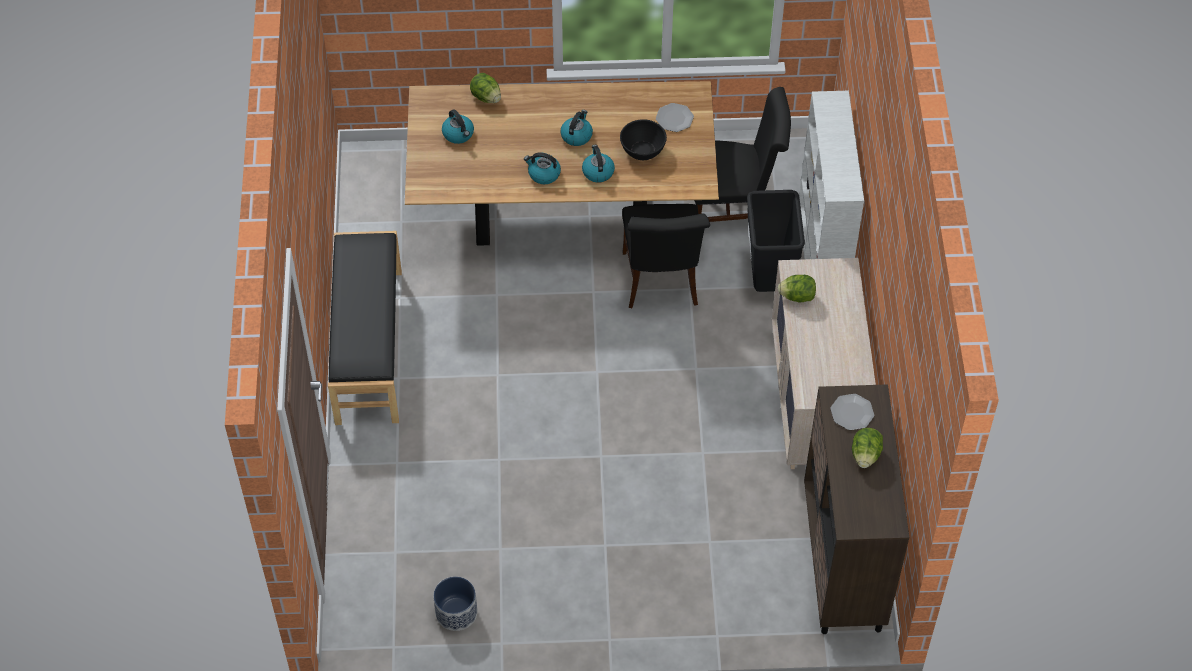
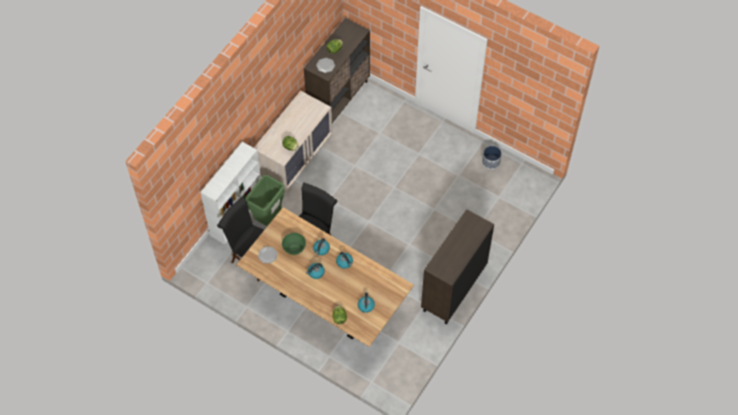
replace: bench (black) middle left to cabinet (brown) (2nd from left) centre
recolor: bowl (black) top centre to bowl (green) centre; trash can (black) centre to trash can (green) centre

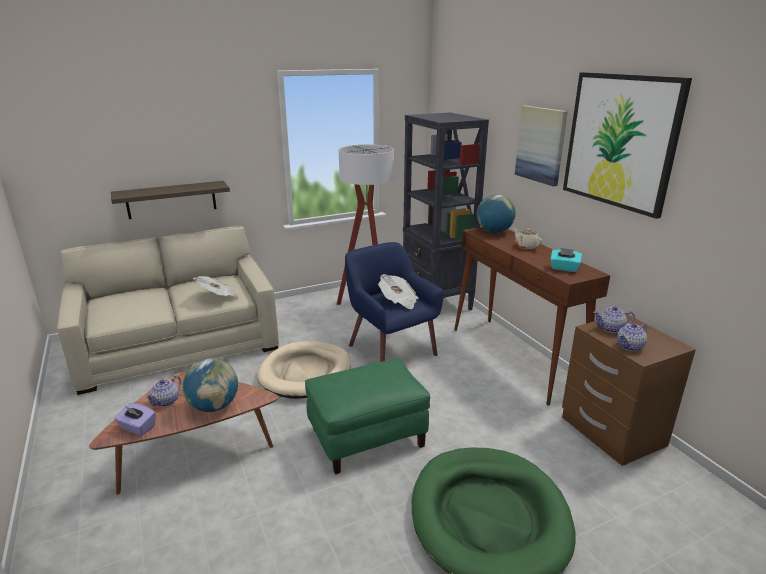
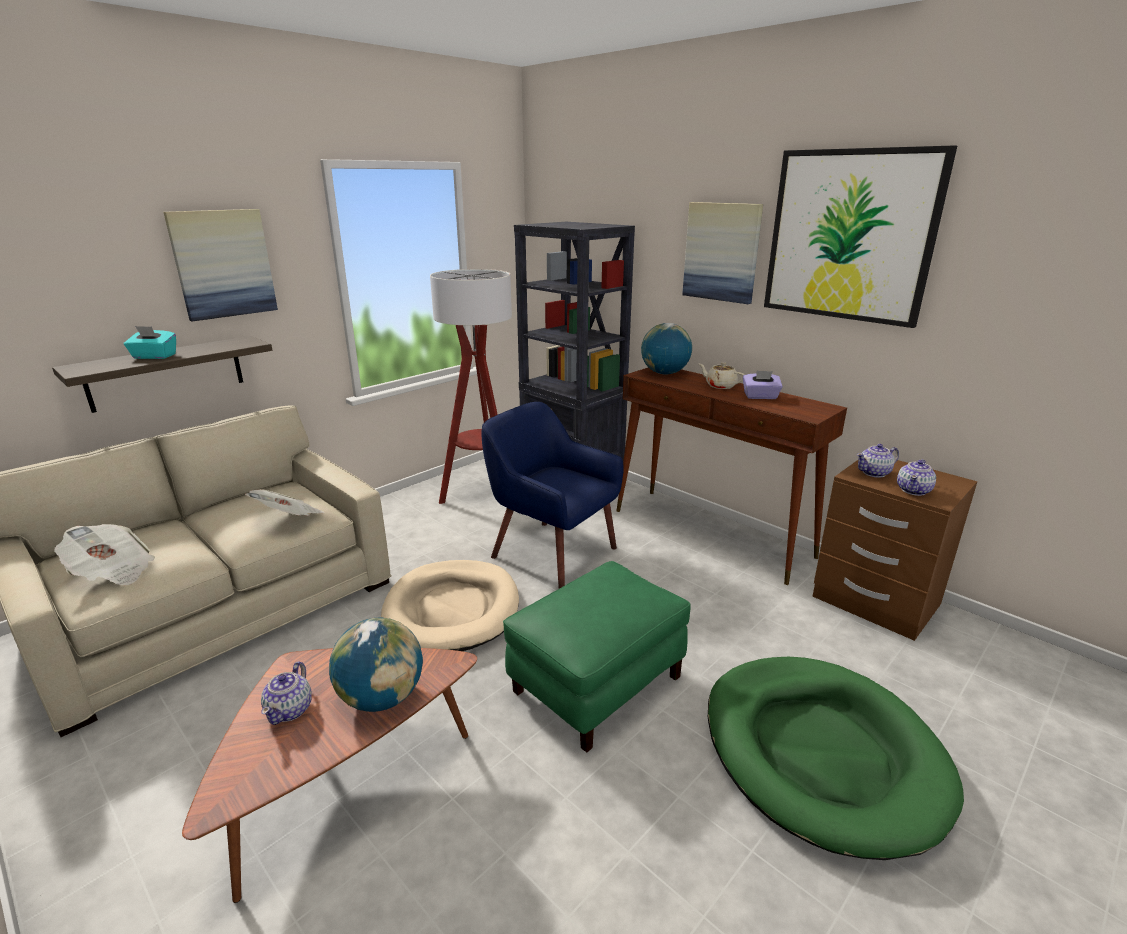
insert: picture (1st from left) top left
move: tissue box (turquoise) middle right to middle left; newspaper (2nd from left in the first image) centre to newspaper (1st from left) middle left; tissue box (purple) bottom left to middle right

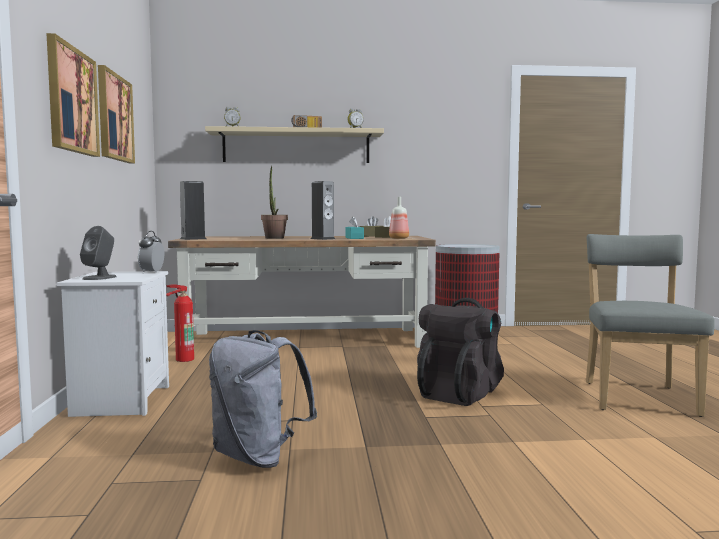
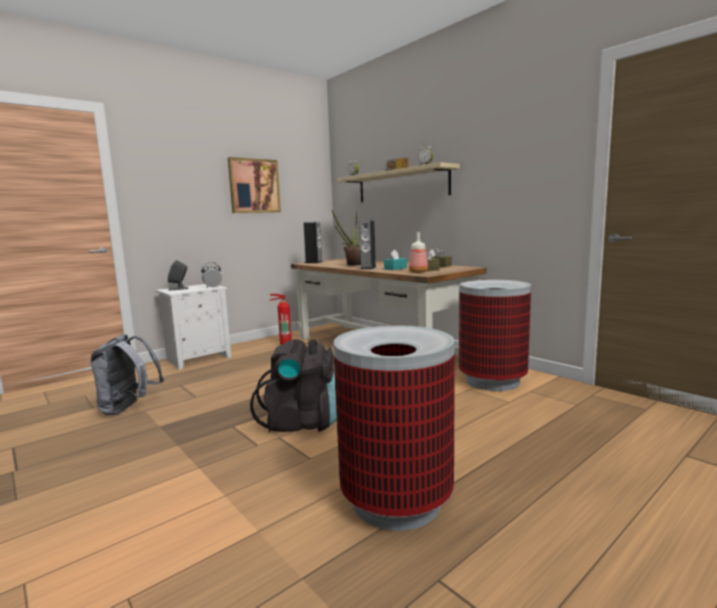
delete: picture (1st from left) top left
replace: chair (grey) middle right to trash can (1st from left) bottom centre

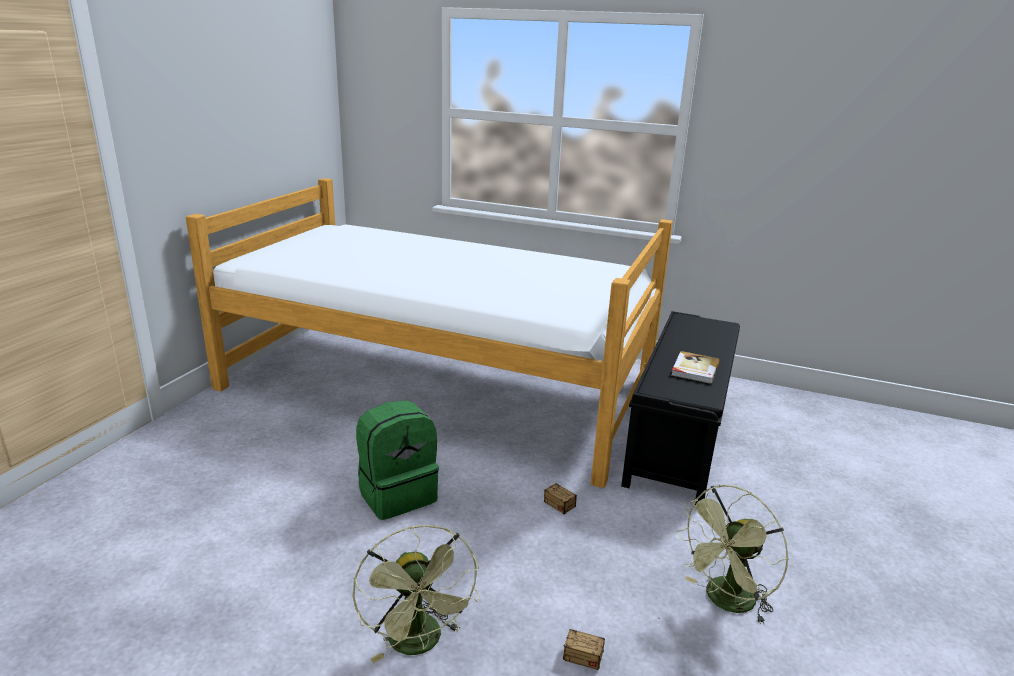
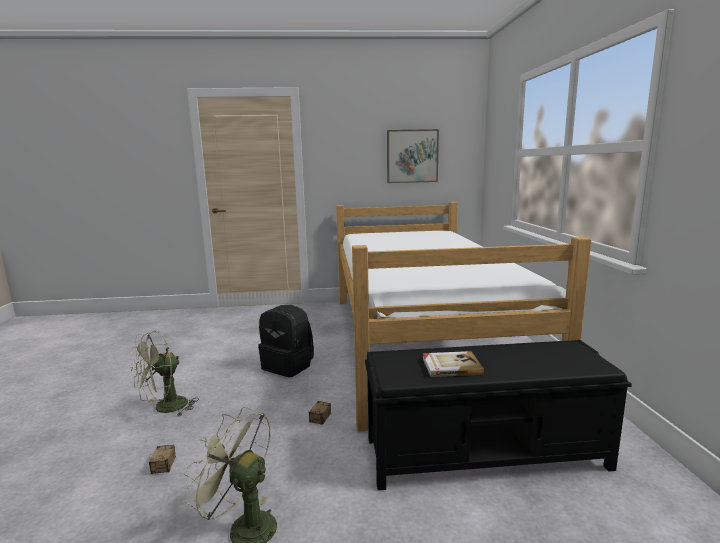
insert: picture top centre
recolor: backpack (green) bottom centre to backpack (black) centre

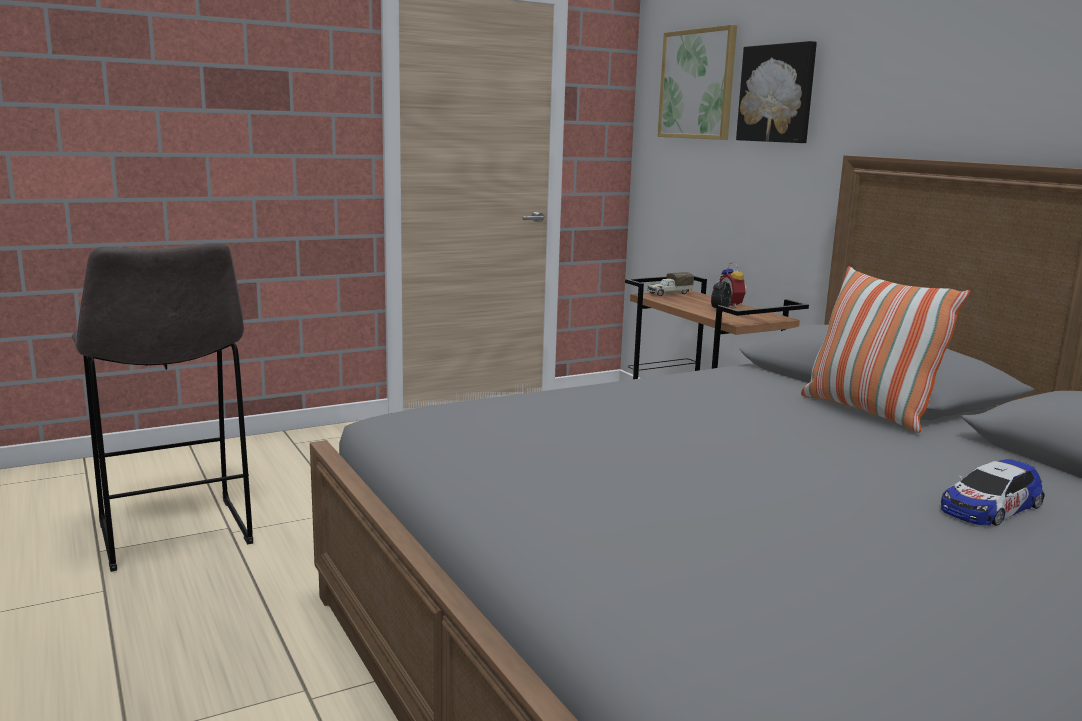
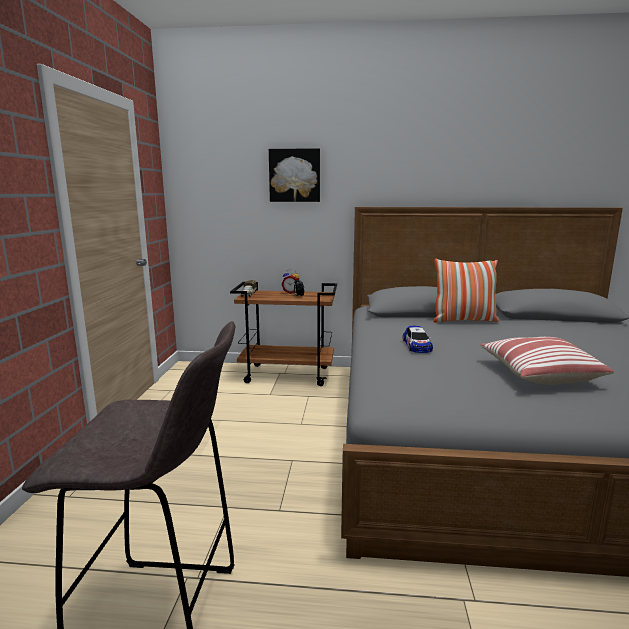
delete: picture (1st from left) top centre
insert: pillow (2nd from left) middle right
move: toy car bottom right to centre

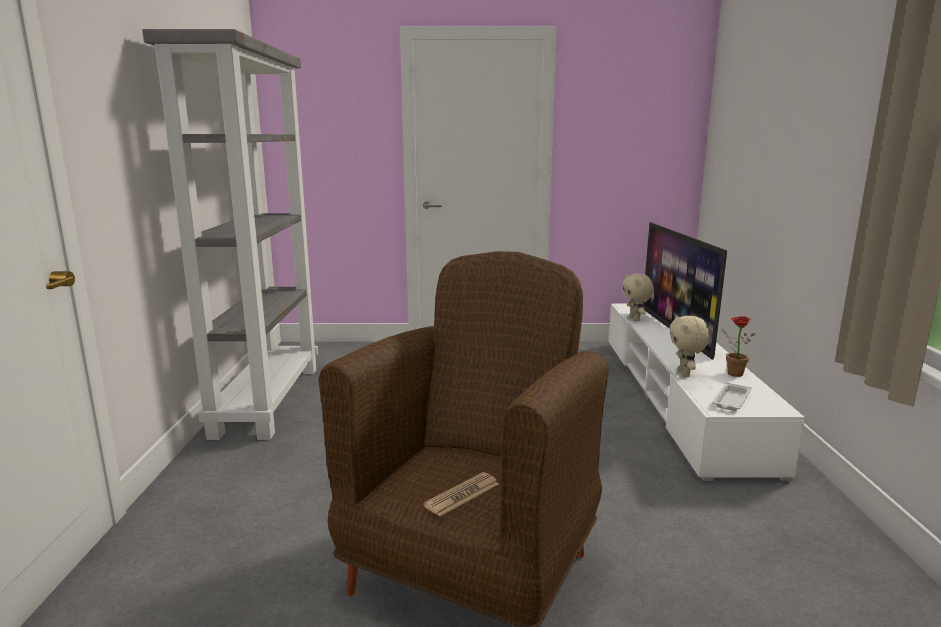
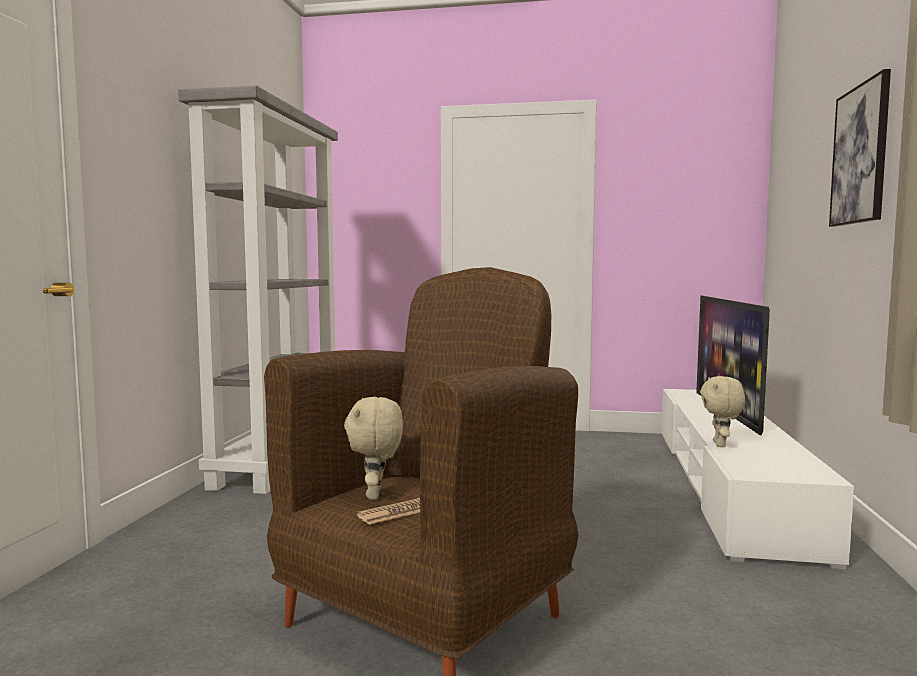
delete: potted plant middle right; tray (white) middle right
insert: picture top right
move: plush toy (beige) (1st from left) middle right to centre

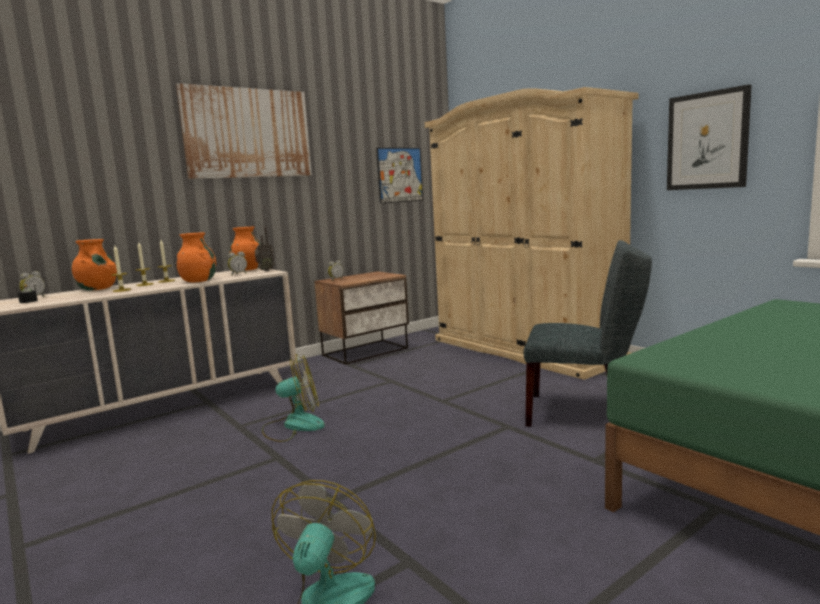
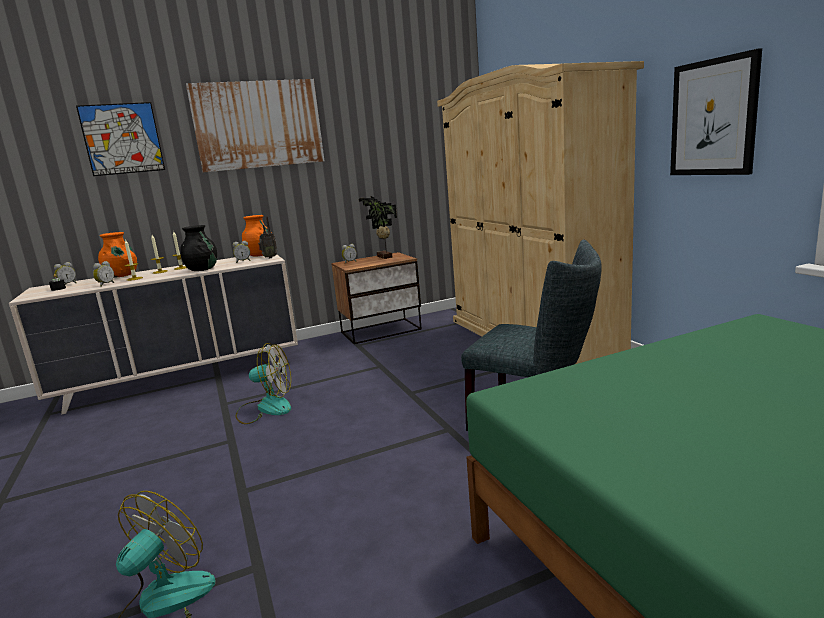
insert: potted plant centre; alarm clock (2nd from left) middle left
move: picture (2nd from left in the first image) top centre to picture (1st from left) top left
recolor: vase (orange) (2nd from left) middle left to vase (black) middle left

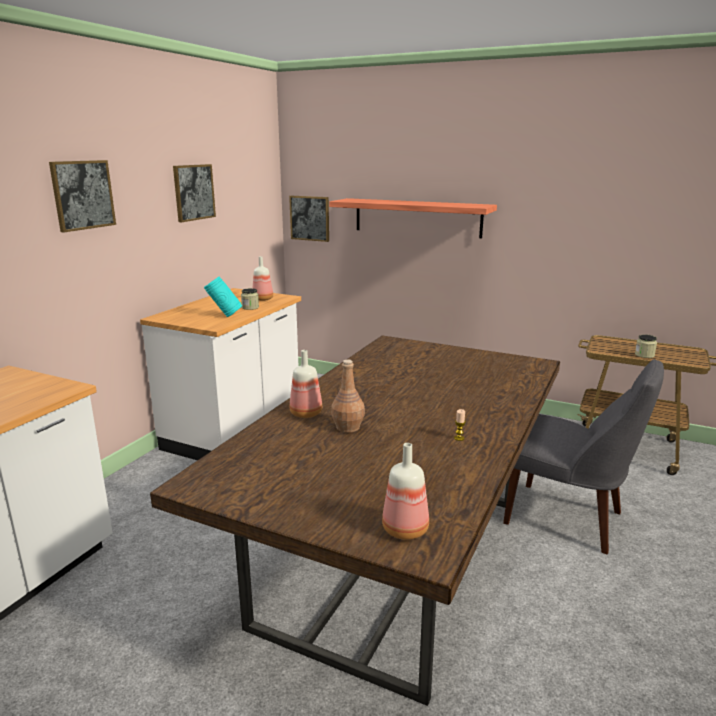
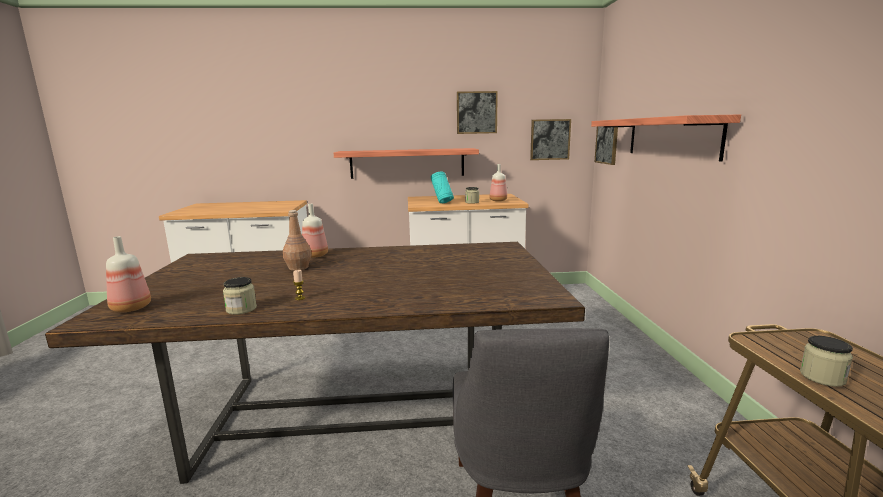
insert: shelf (1st from left) top centre; jar (1st from left) middle left
move: picture (1st from left in the first image) top left to picture (2nd from left) top centre

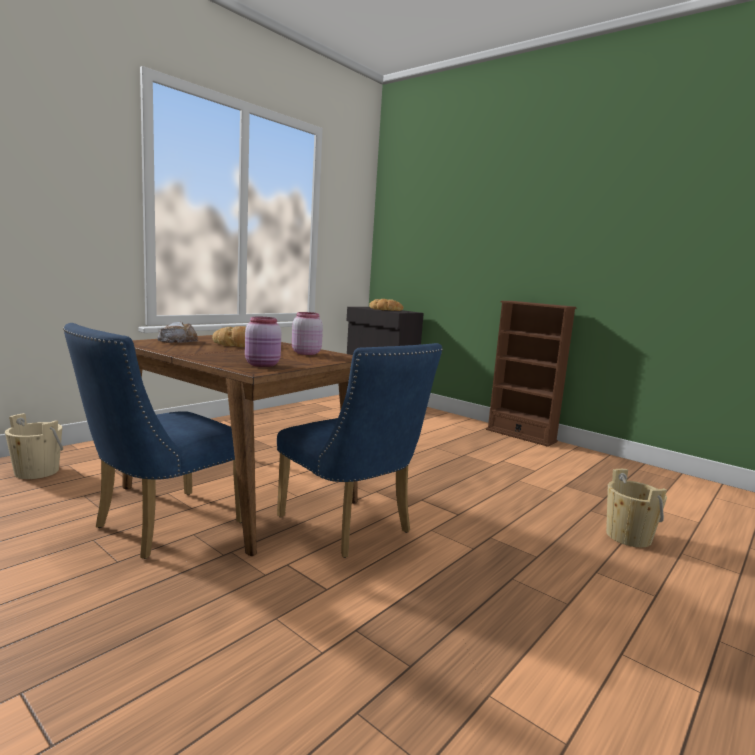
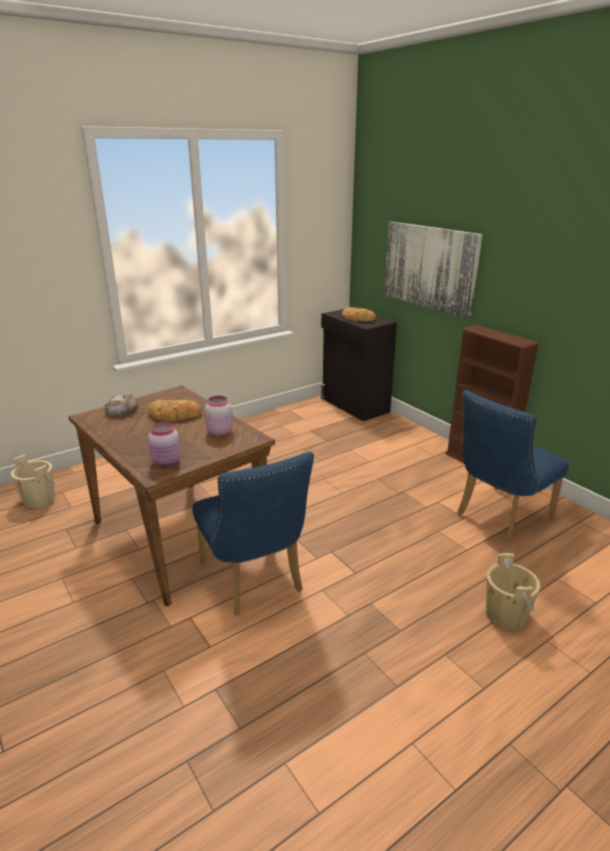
insert: picture top right
move: chair (blue) (1st from left in the first image) middle left to chair (blue) (2nd from left) middle right

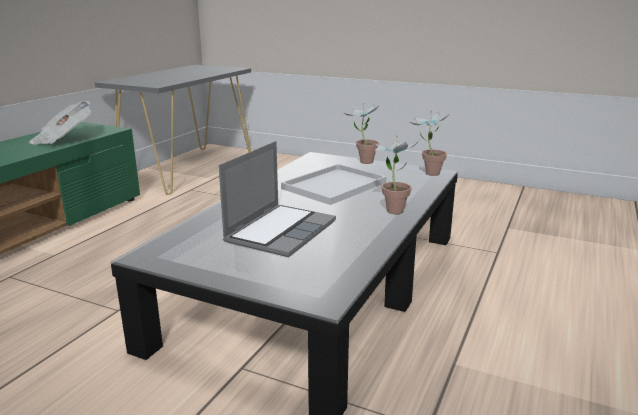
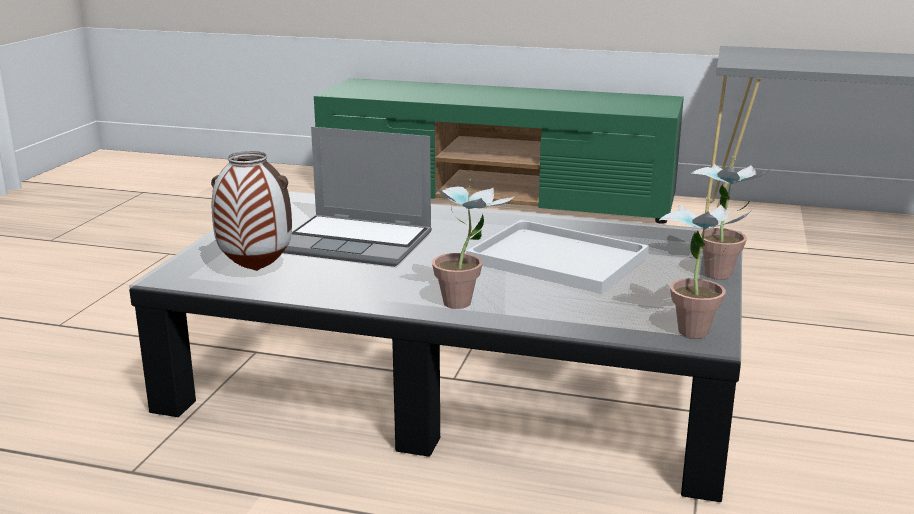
delete: newspaper top left
insert: vase middle left

